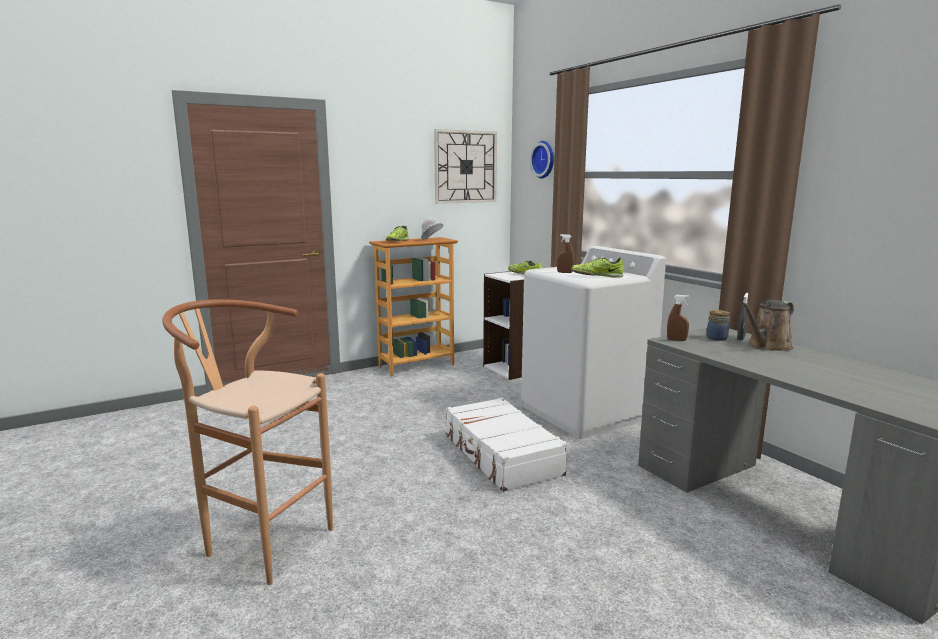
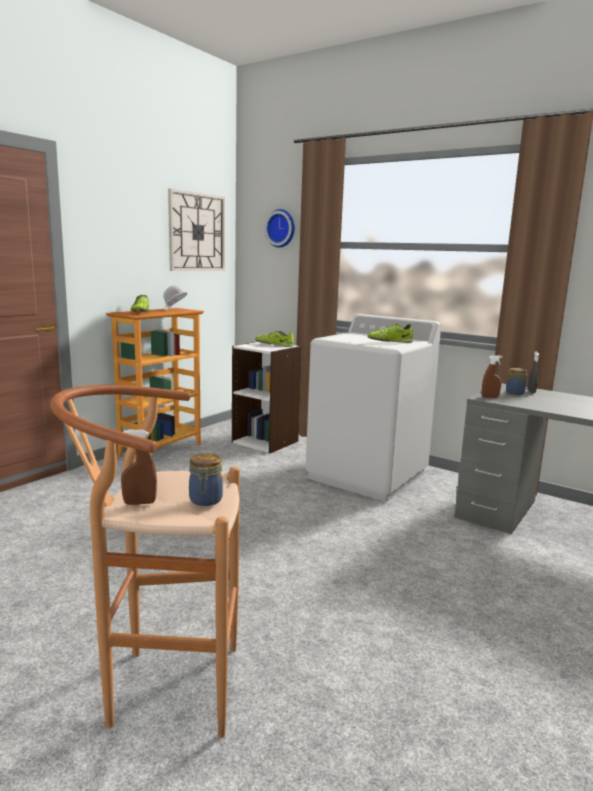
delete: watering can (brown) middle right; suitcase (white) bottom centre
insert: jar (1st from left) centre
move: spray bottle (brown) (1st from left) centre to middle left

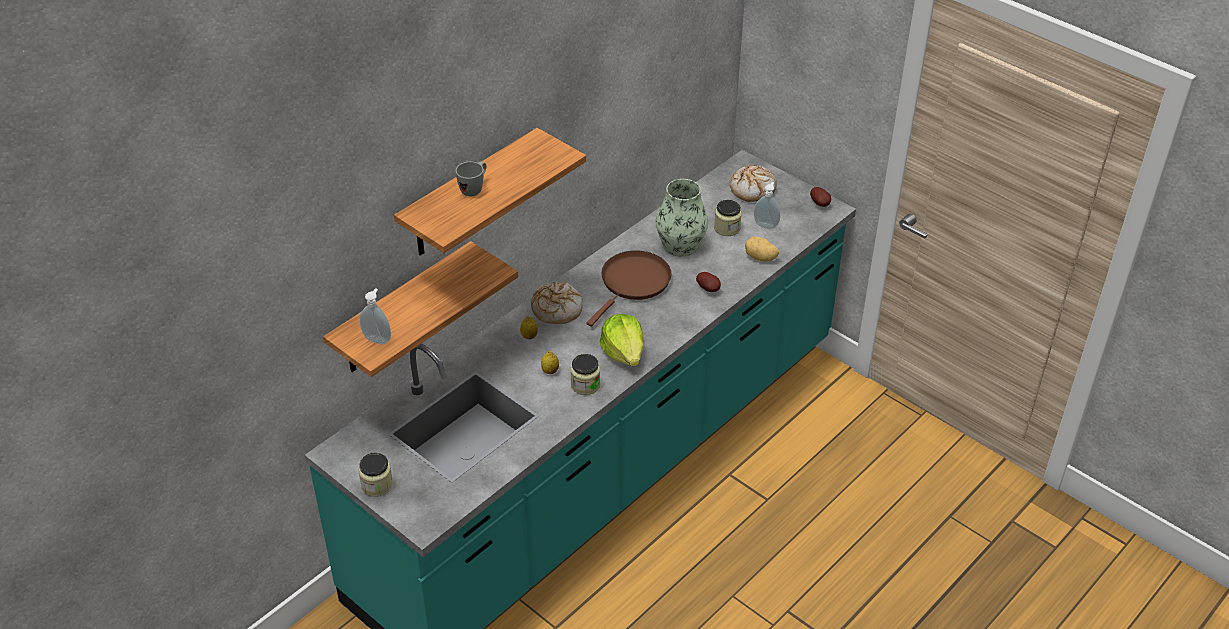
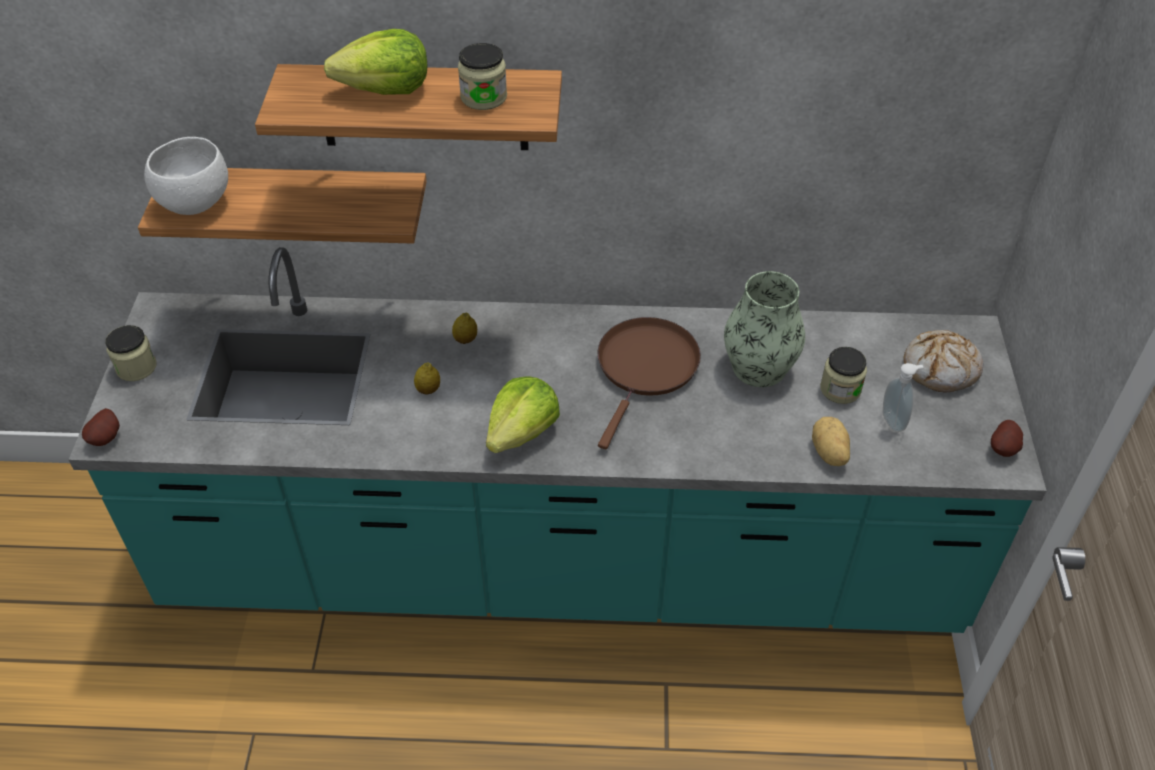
delete: bread (1st from left) centre
move: potato (1st from left) centre to middle left; jar (2nd from left) centre to top centre
replace: mug (grey) top centre to lettuce (1st from left) top left; soap dispenser (1st from left) middle left to bowl (white) top left
rotate: frying pan (brown) centre = centre 60 degrees counterclockwise

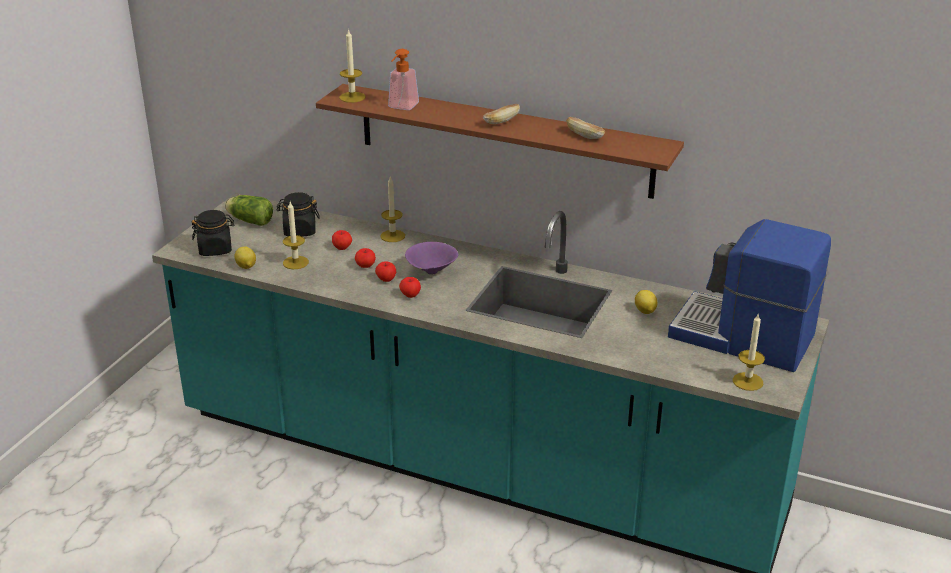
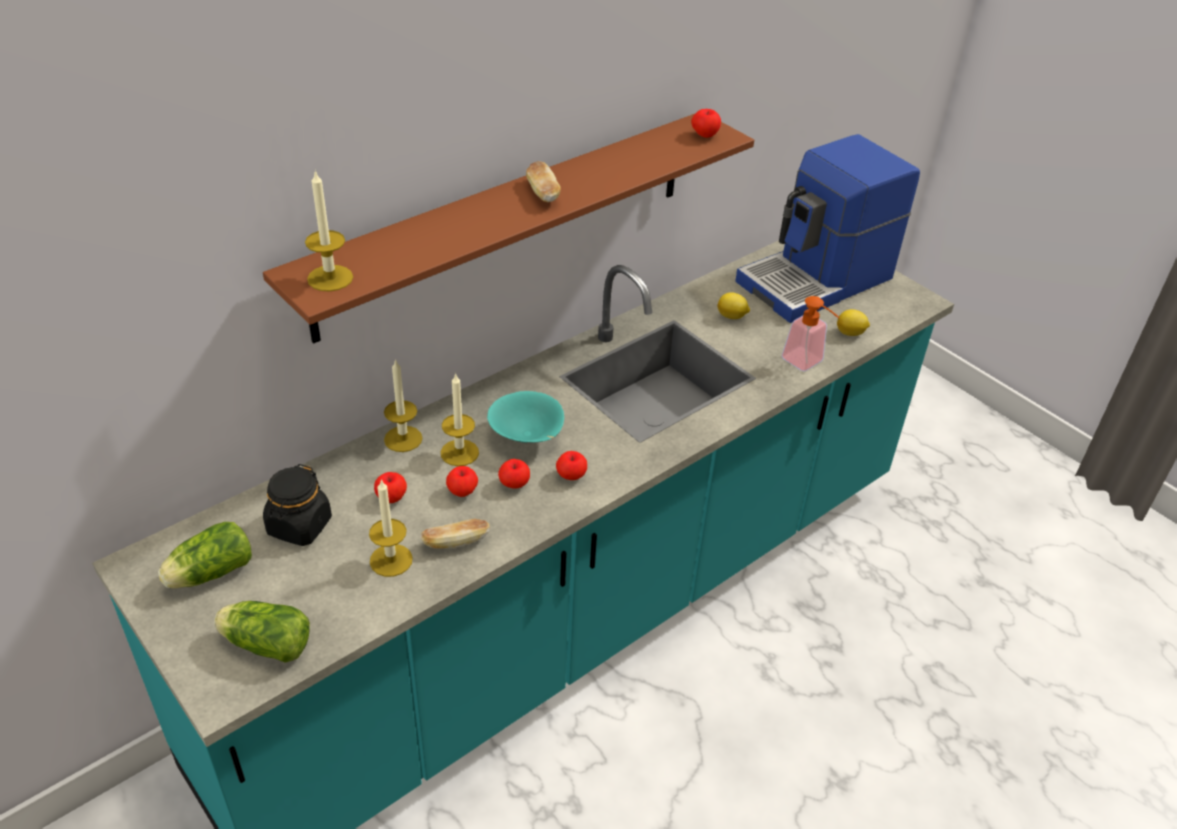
insert: apple (5th from left) top centre
move: soap dispenser top centre to middle right; bread (2nd from left in the first image) top centre to bread (1st from left) centre; lemon (1st from left in the first image) middle left to lemon (2nd from left) middle right; candle (4th from left) middle right to centre
replace: jar (black) (1st from left) middle left to lettuce (2nd from left) bottom left
recolor: bowl (purple) centre to bowl (turquoise) centre

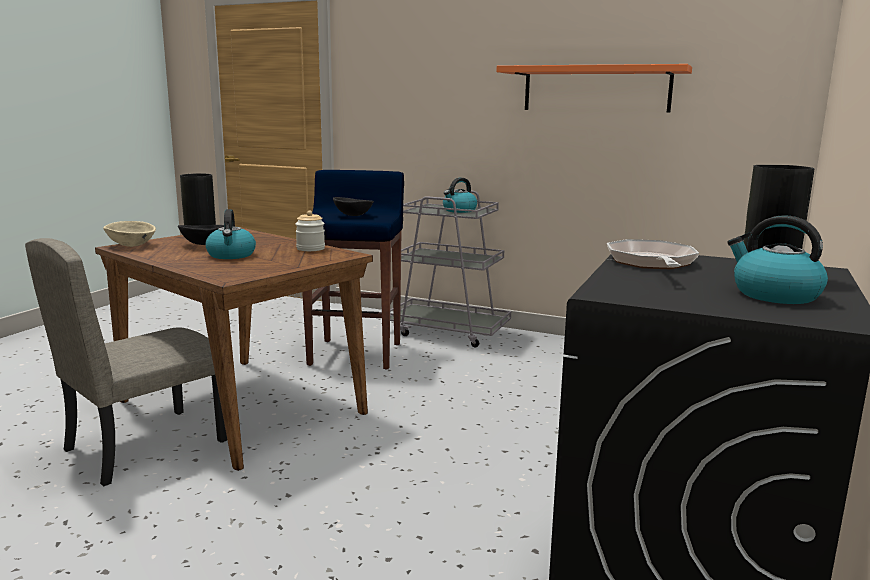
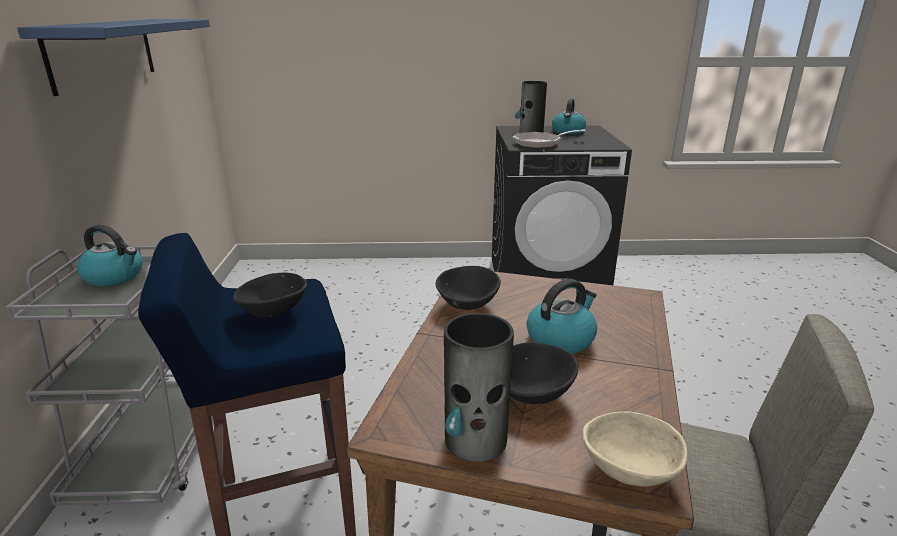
replace: jar centre to bowl (black) (2nd from left) centre
recolor: shelf (orange) top right to shelf (blue) top left

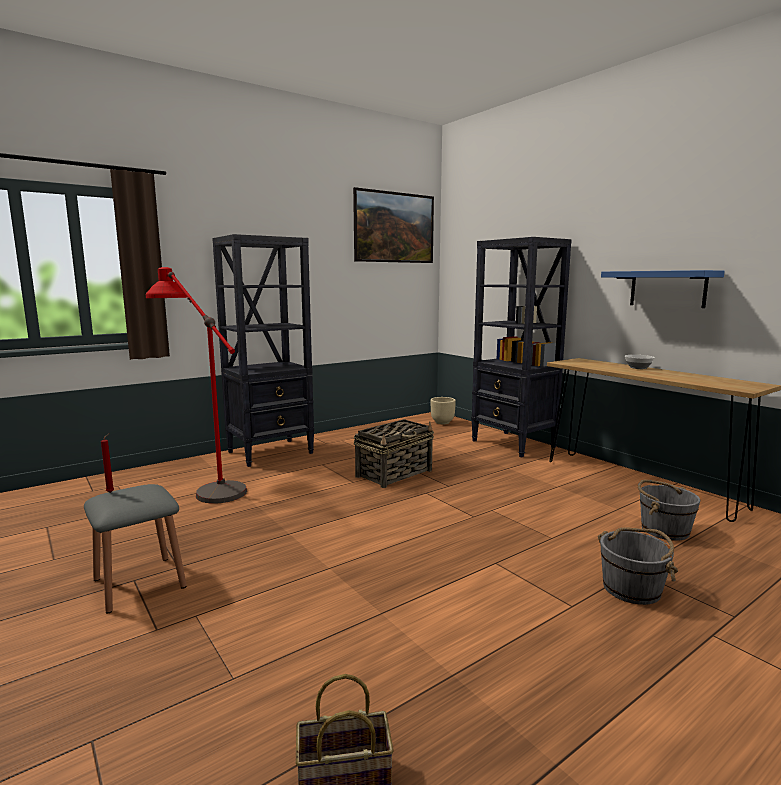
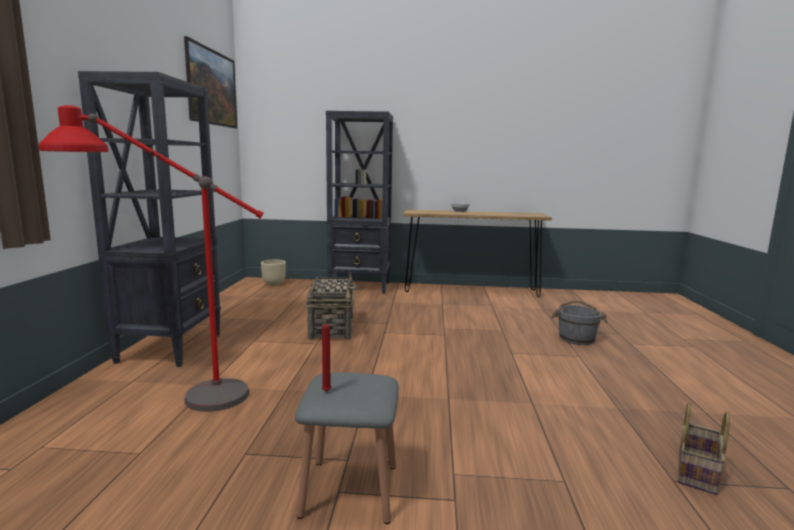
delete: shelf (blue) middle right; bucket (grey) (2nd from left) middle right

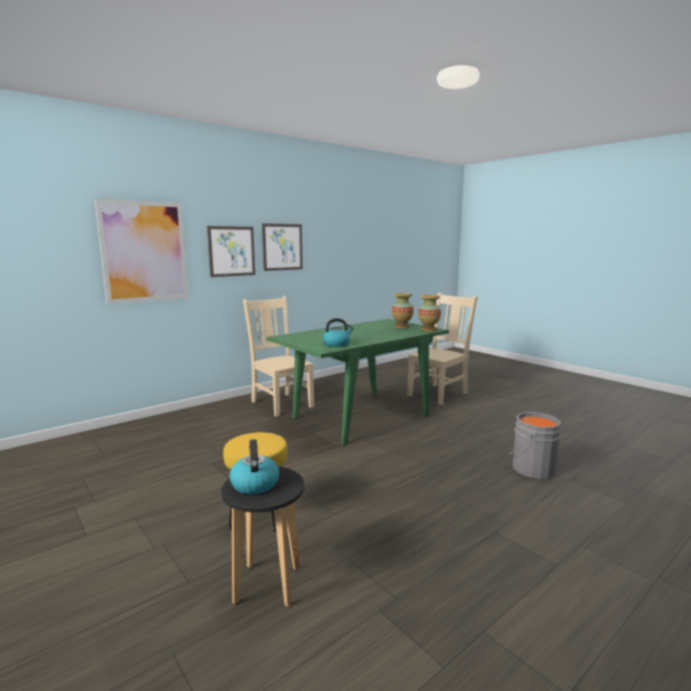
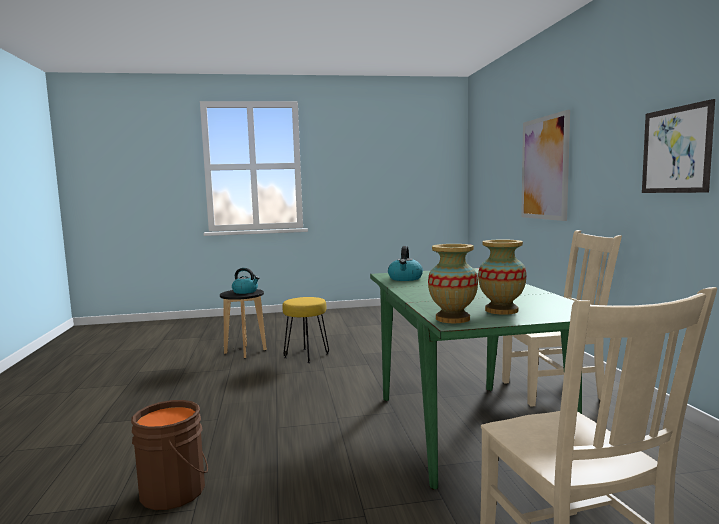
delete: picture (2nd from left) centre
recolor: bucket (grey) middle right to bucket (brown) bottom left

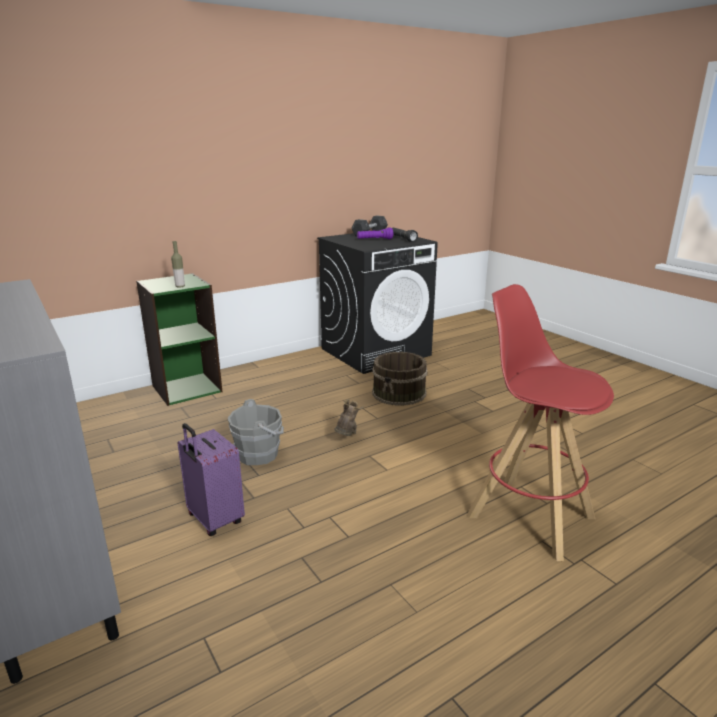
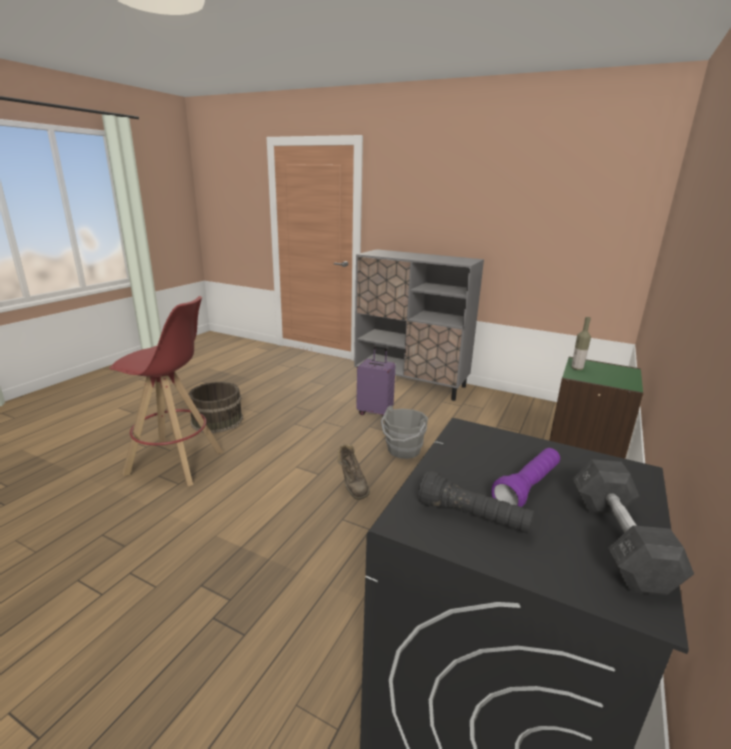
move: bucket (brown) centre to middle left

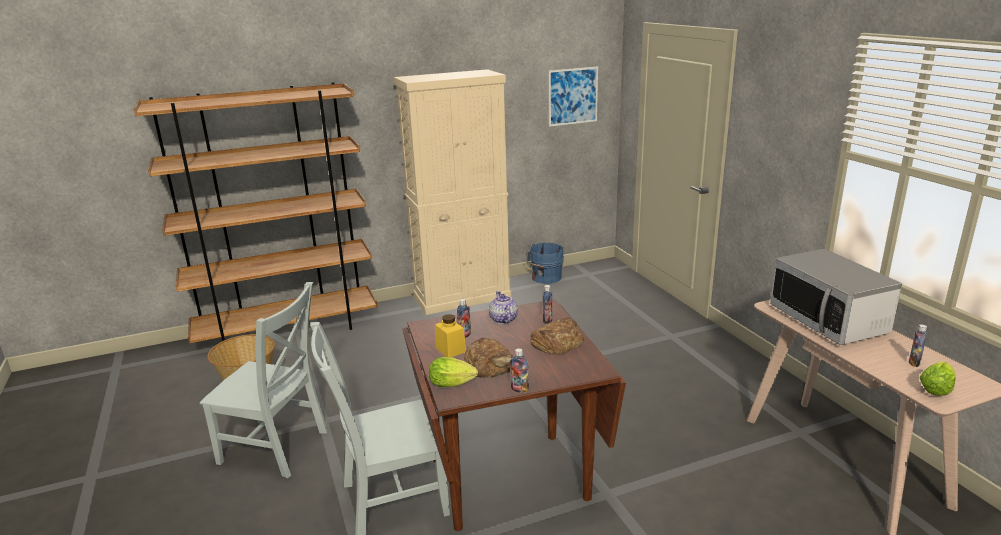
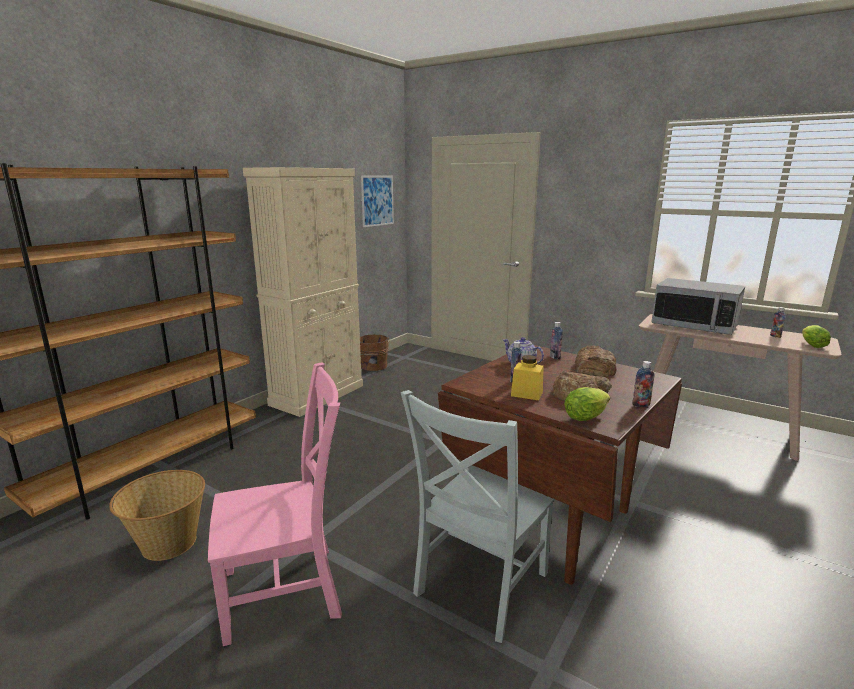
recolor: bucket (blue) centre to bucket (brown) centre; chair (grey) (1st from left) bottom left to chair (pink) bottom left

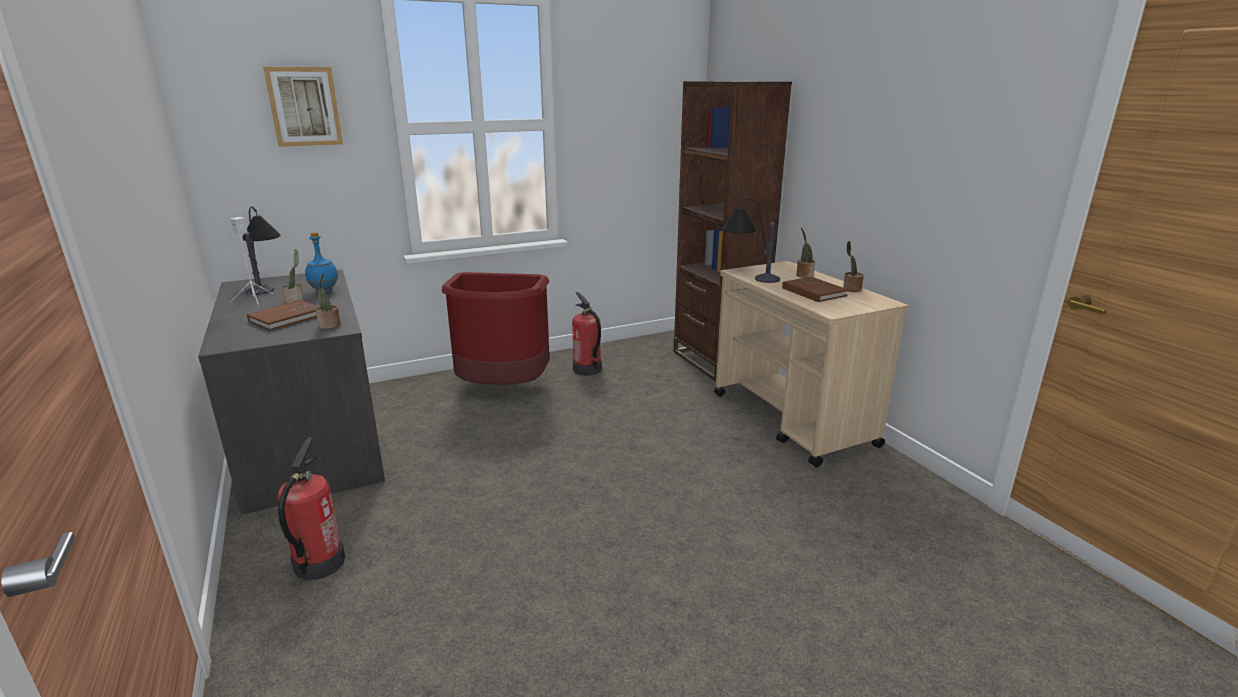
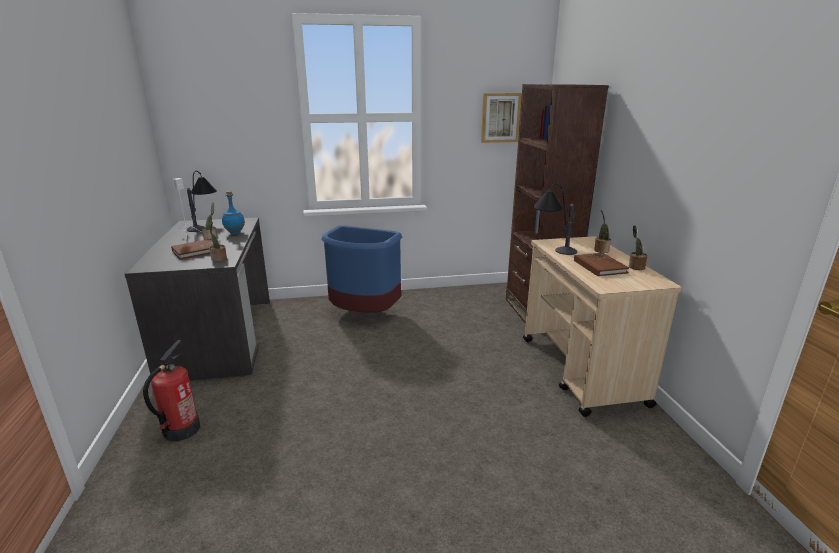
delete: fire extinguisher (2nd from left) centre
move: picture top left to top centre
recolor: trash can (red) centre to trash can (blue) centre

